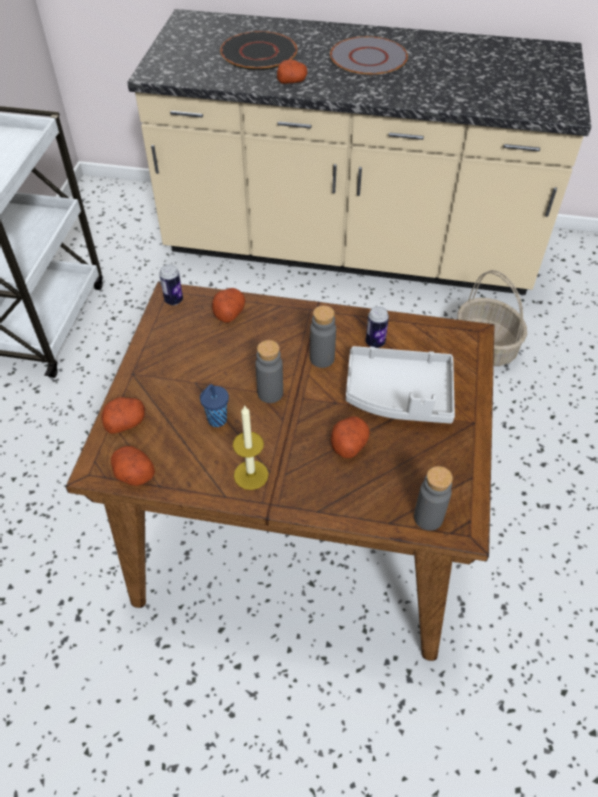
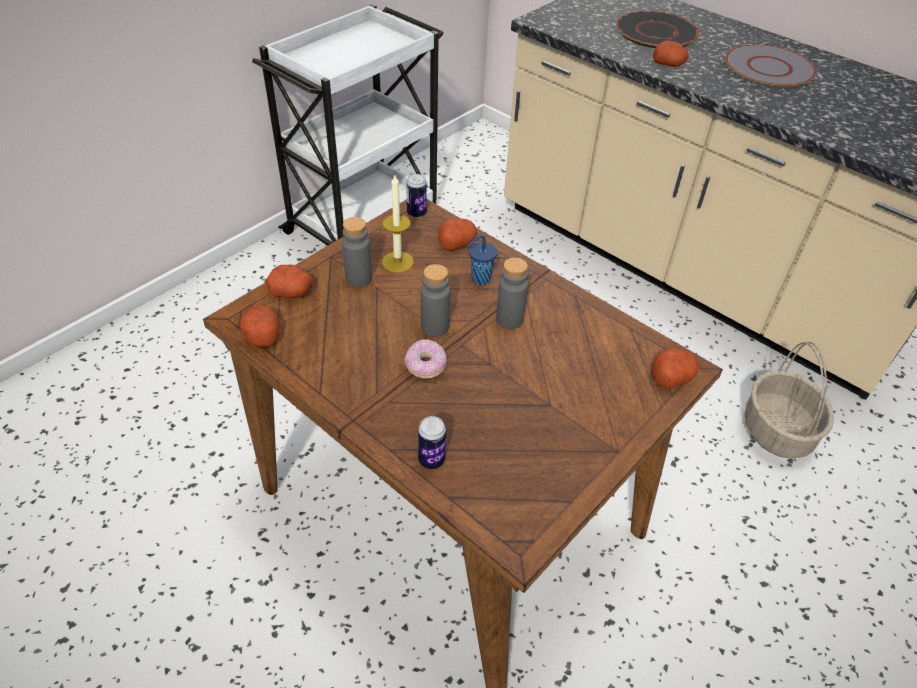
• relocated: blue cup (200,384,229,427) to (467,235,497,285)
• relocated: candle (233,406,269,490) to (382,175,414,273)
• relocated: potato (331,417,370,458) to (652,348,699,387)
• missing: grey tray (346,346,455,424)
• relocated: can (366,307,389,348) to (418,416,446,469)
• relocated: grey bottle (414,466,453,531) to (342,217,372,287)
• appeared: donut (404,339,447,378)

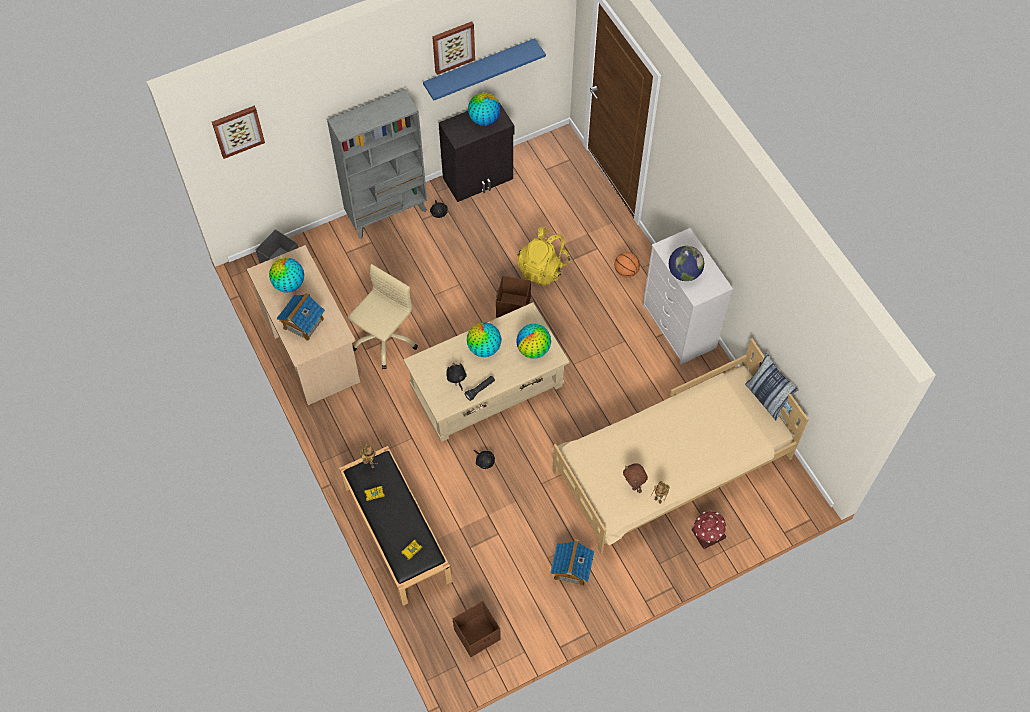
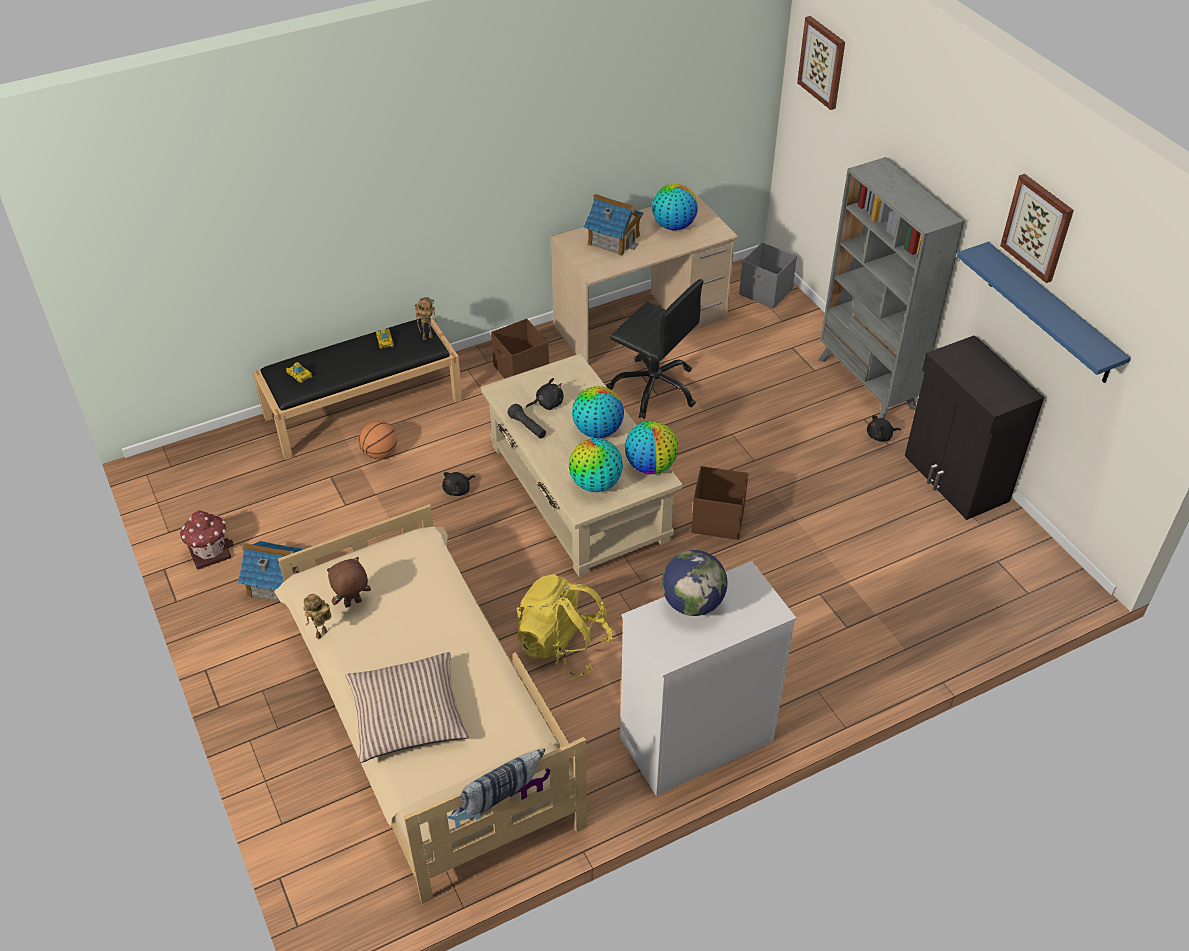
• colour: beige office chair (347,264,418,369) to black office chair (606,279,703,419)
• relocated: brown storage box (453,601,501,657) to (491,319,549,379)
• relocated: globe (468,93,500,126) to (625,421,678,474)
• relocated: yellow backpack (517,226,570,286) to (517,574,613,677)
• relocated: basketball (614,252,640,278) to (358,421,397,459)
• relocated: toy house (692,511,727,549) to (180,510,234,570)
• appeared: pillow (346,652,469,763)

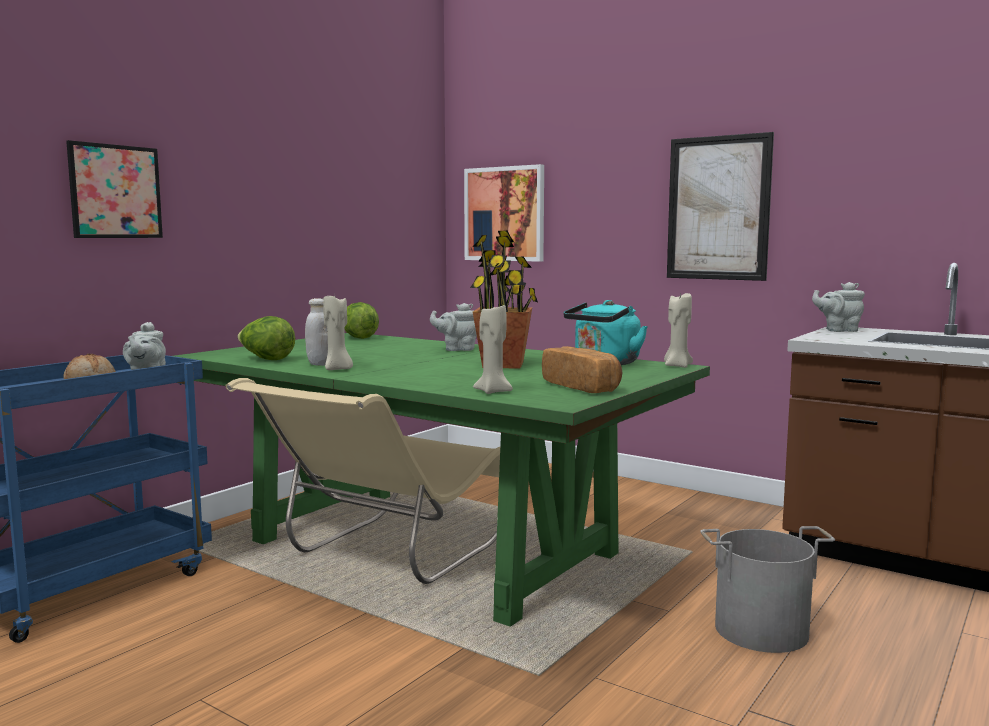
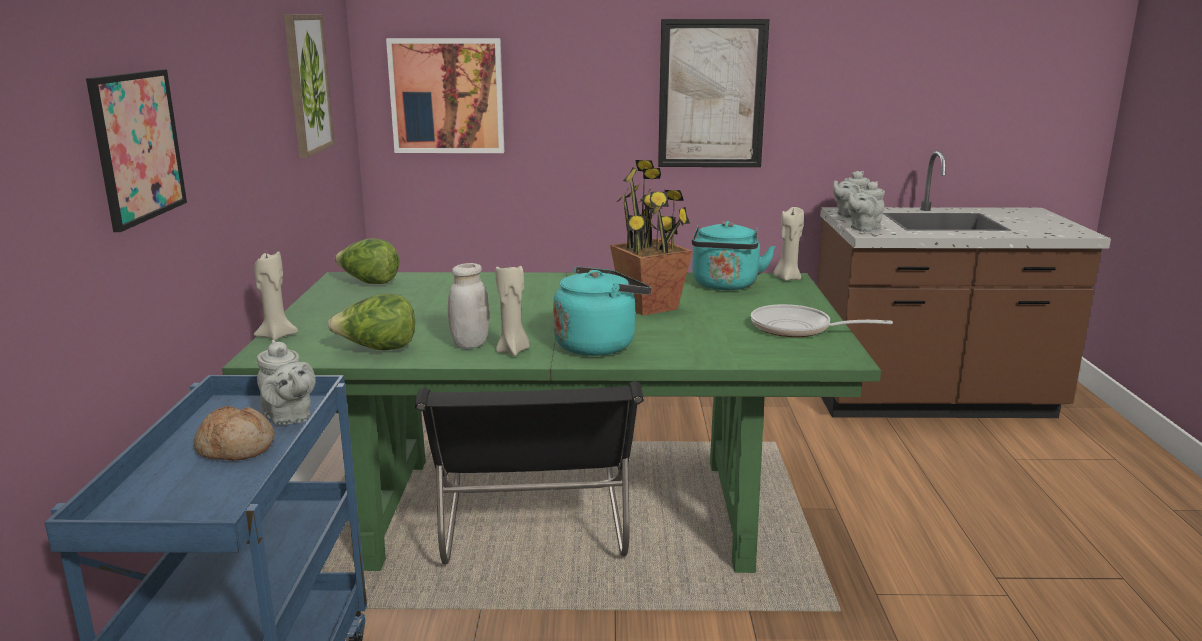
• colour: beige chair (225,378,500,584) to black chair (415,381,644,565)
• relocated: grey teapot (430,303,477,351) to (848,181,885,232)
• relocated: beige candle (473,305,513,394) to (254,251,298,341)
• exchanged: bread (542,346,623,393) to frying pan (751,304,893,337)
• missing: grey bucket (700,526,835,653)
• appeared: picture (284,14,335,158)
• appeared: turquoise kettle (553,267,652,356)

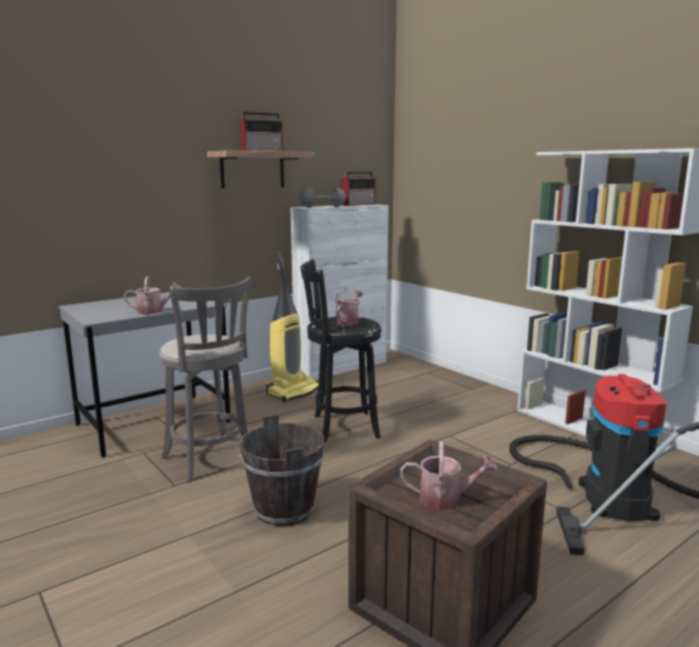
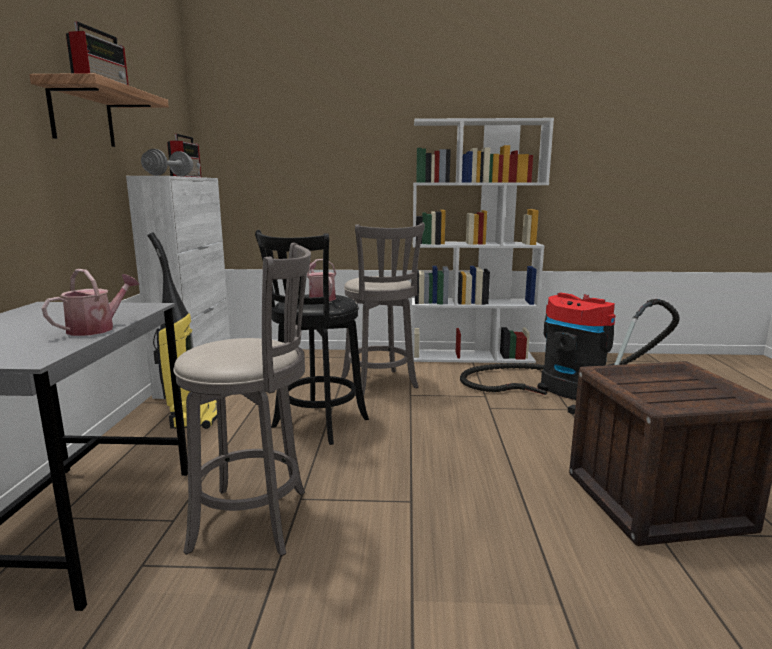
• missing: brown bucket (239,414,324,526)
• missing: watering can (400,441,498,510)
• appeared: grey stool (341,222,425,396)

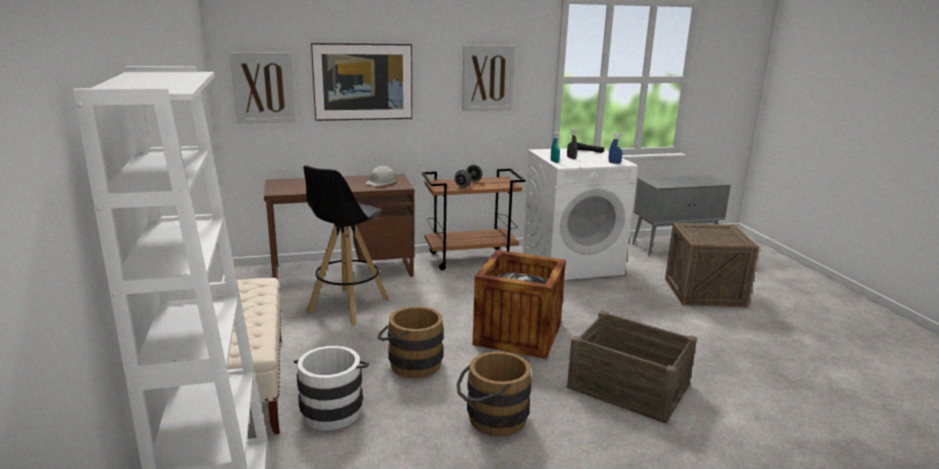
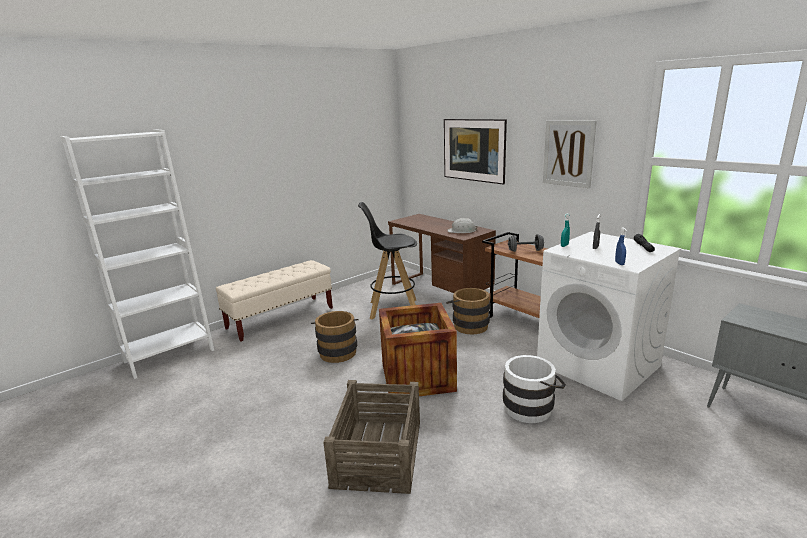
• missing: picture (230,52,296,123)
• relocated: white bucket (294,346,369,430) to (503,355,566,423)
• relocated: brown bucket (457,351,531,437) to (446,288,490,335)
• missing: crate (665,223,759,307)

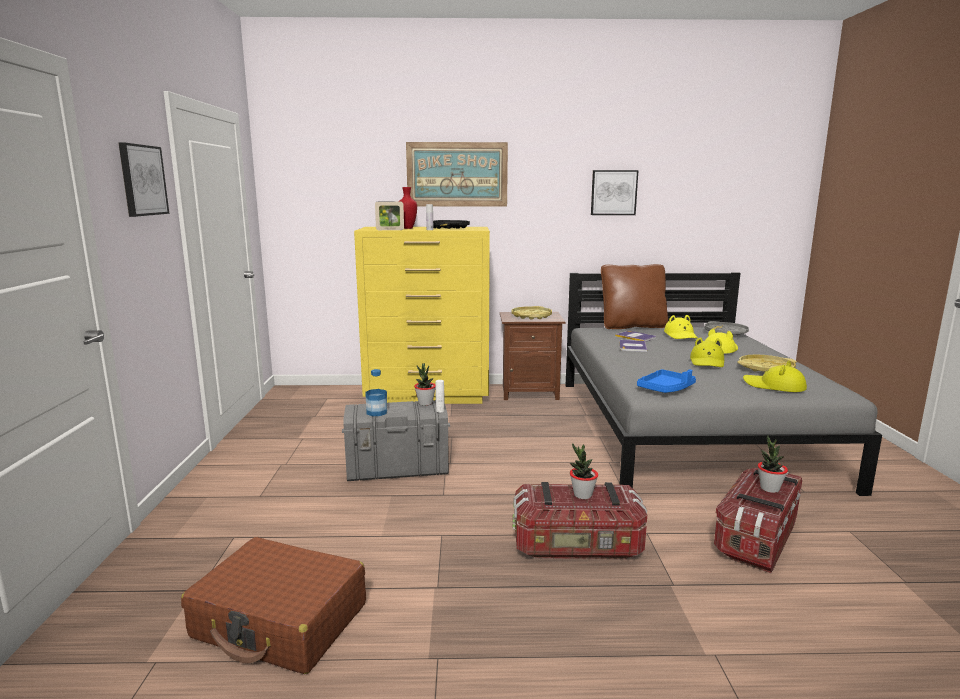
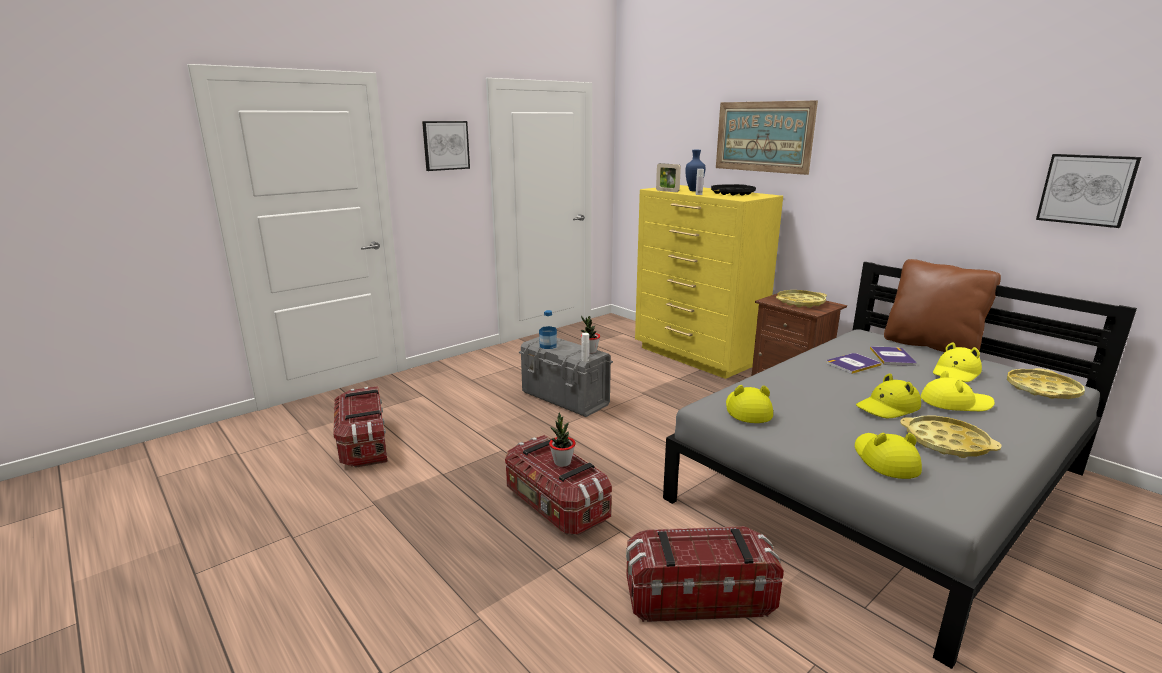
• exchanged: brown suitcase (181,537,366,674) to storage box (333,386,388,468)
• colour: red vase (398,187,417,229) to blue vase (685,150,705,191)
• relocated: picture (591,170,638,215) to (1036,154,1141,228)
• exchanged: blue tray (637,369,696,393) to yellow hat (726,385,773,423)
• colour: grey tray (704,321,749,335) to yellow tray (1007,368,1085,399)
• missing: potted plant (758,435,788,493)

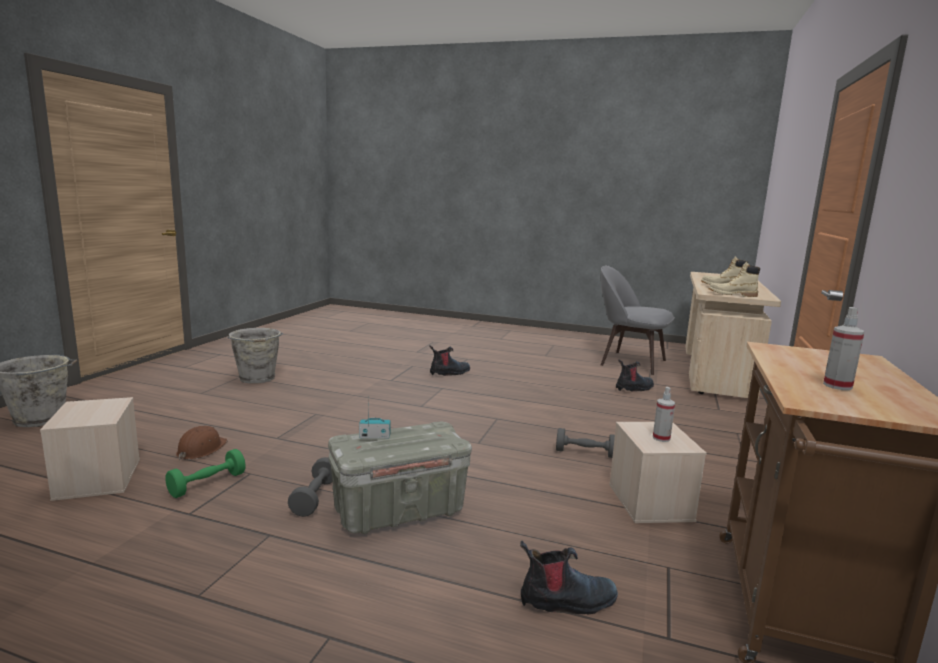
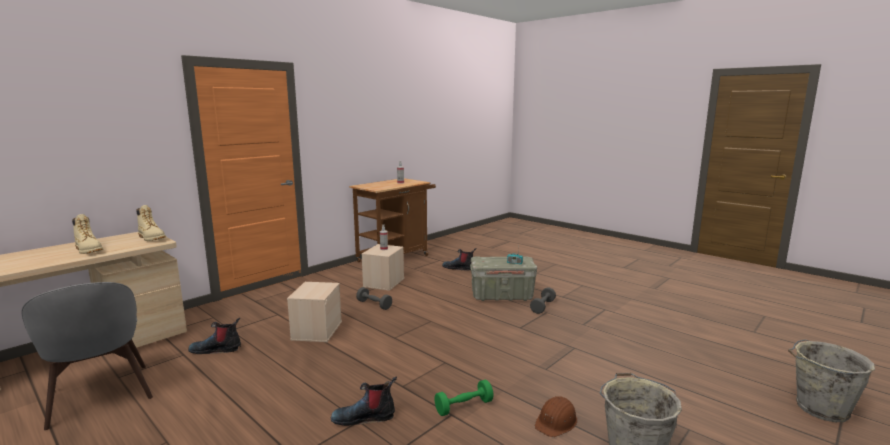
• relocated: beige storage box (40,397,140,501) to (287,282,342,342)
• relocated: green dumbbell (165,449,246,498) to (434,380,494,416)
• relocated: brown hard hat (176,426,228,460) to (534,396,577,437)

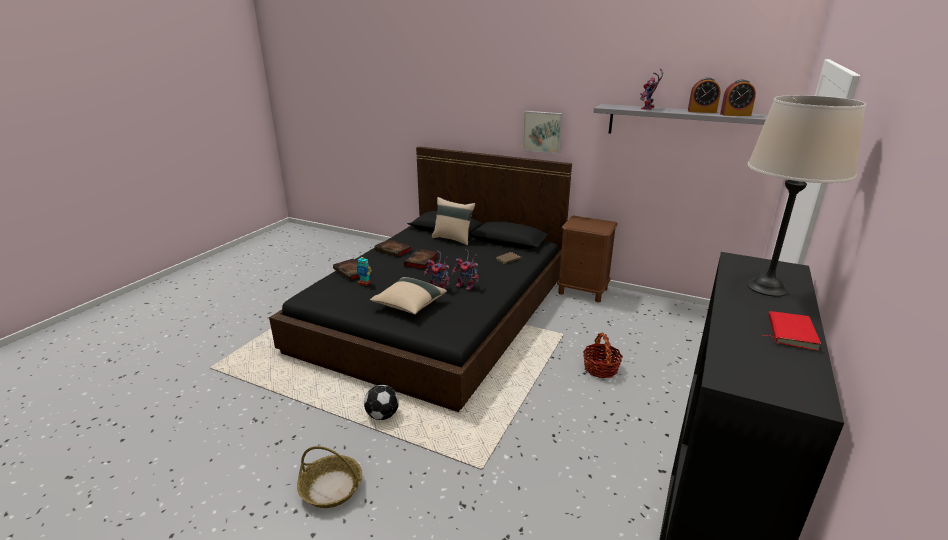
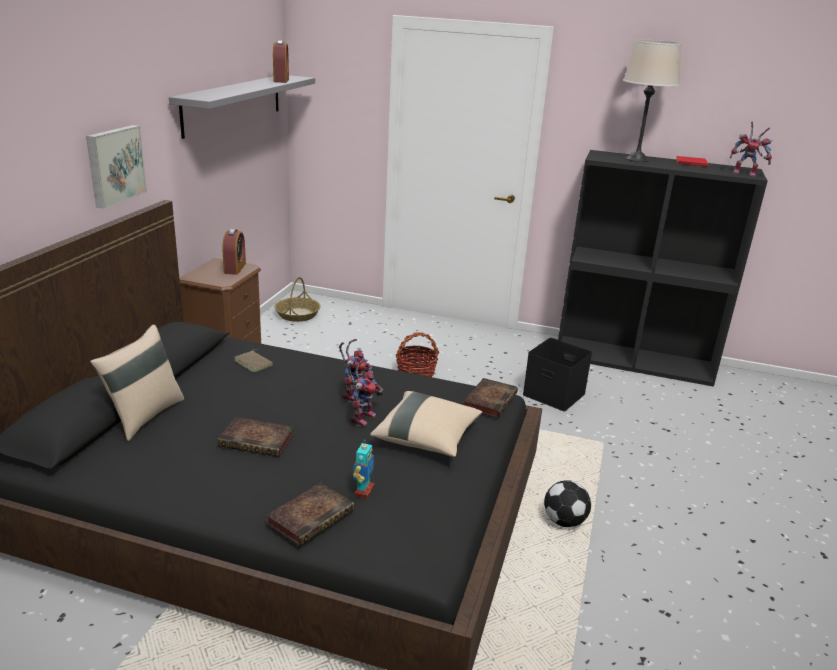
• relocated: basket (297,446,362,508) to (274,277,321,322)
• relocated: book (375,239,412,257) to (463,378,518,418)
• relocated: toy robot (640,69,663,110) to (730,122,772,176)
• relocated: alarm clock (688,77,721,113) to (222,229,246,275)
• appeared: black storage box (523,338,592,411)

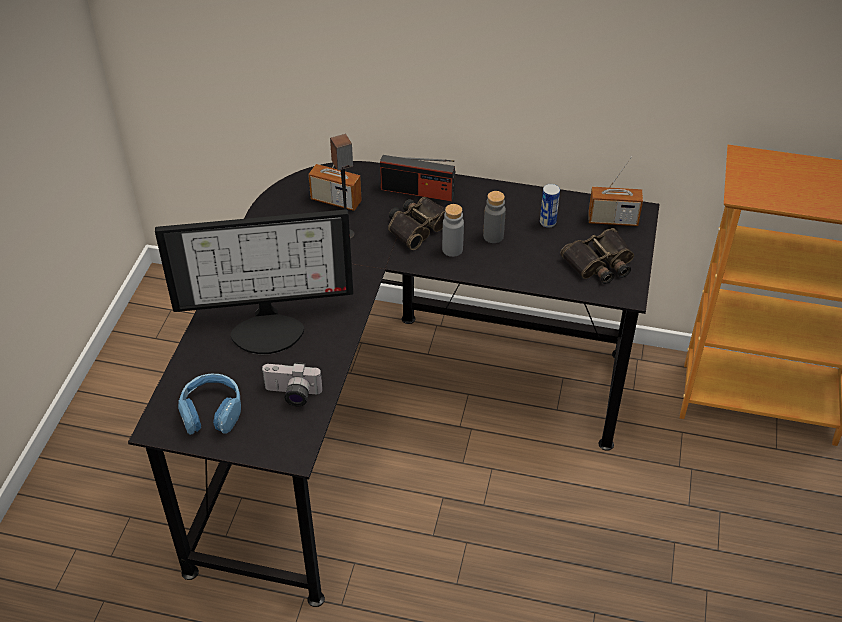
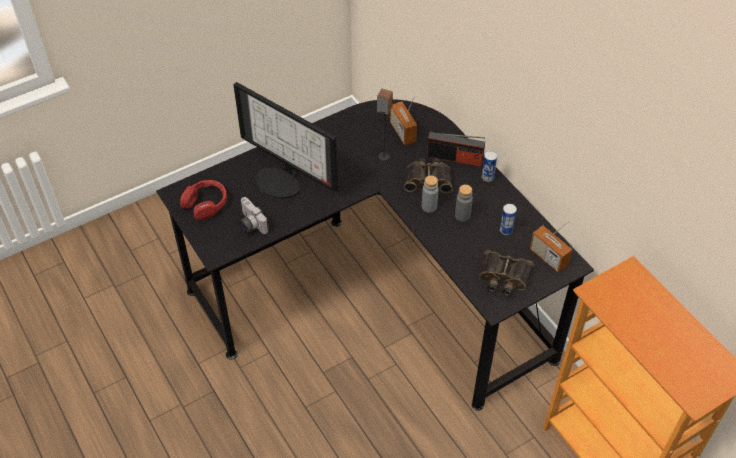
• colour: blue headphones (178,374,241,435) to red headphones (180,180,227,220)
• spun: radio (380,155,455,202) = (427,132,485,167) 45 degrees counterclockwise
• appeared: can (482,151,497,182)

